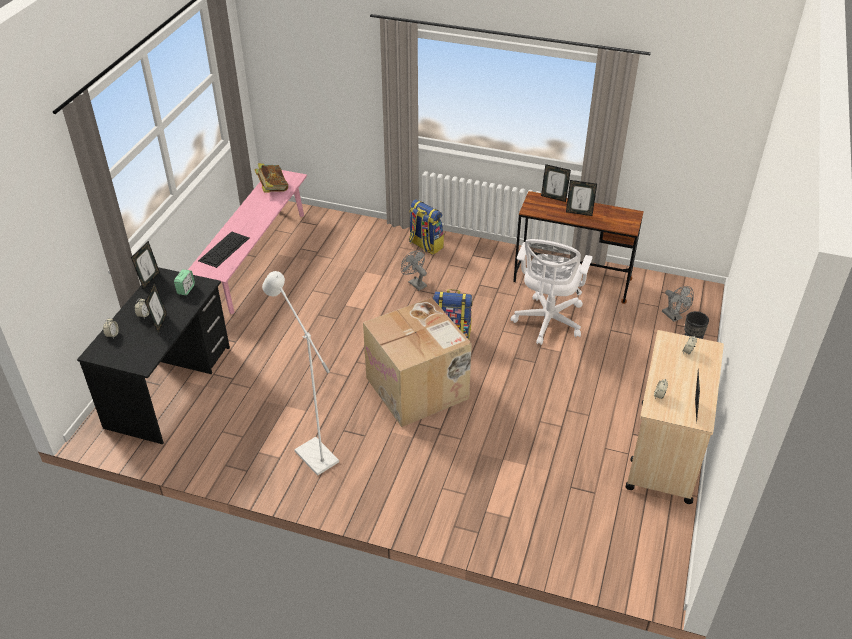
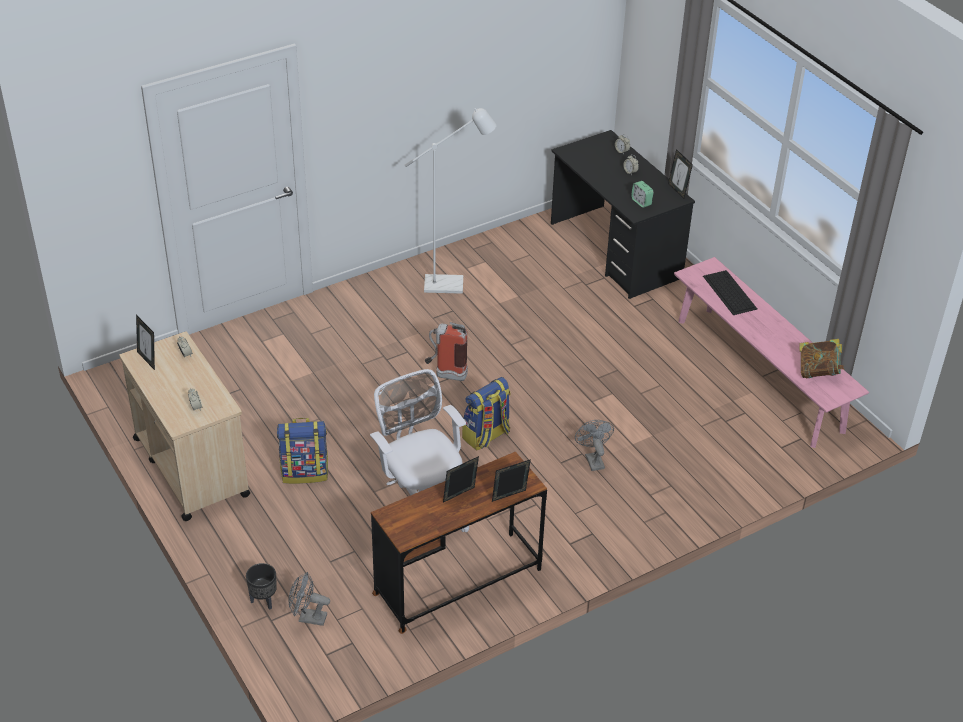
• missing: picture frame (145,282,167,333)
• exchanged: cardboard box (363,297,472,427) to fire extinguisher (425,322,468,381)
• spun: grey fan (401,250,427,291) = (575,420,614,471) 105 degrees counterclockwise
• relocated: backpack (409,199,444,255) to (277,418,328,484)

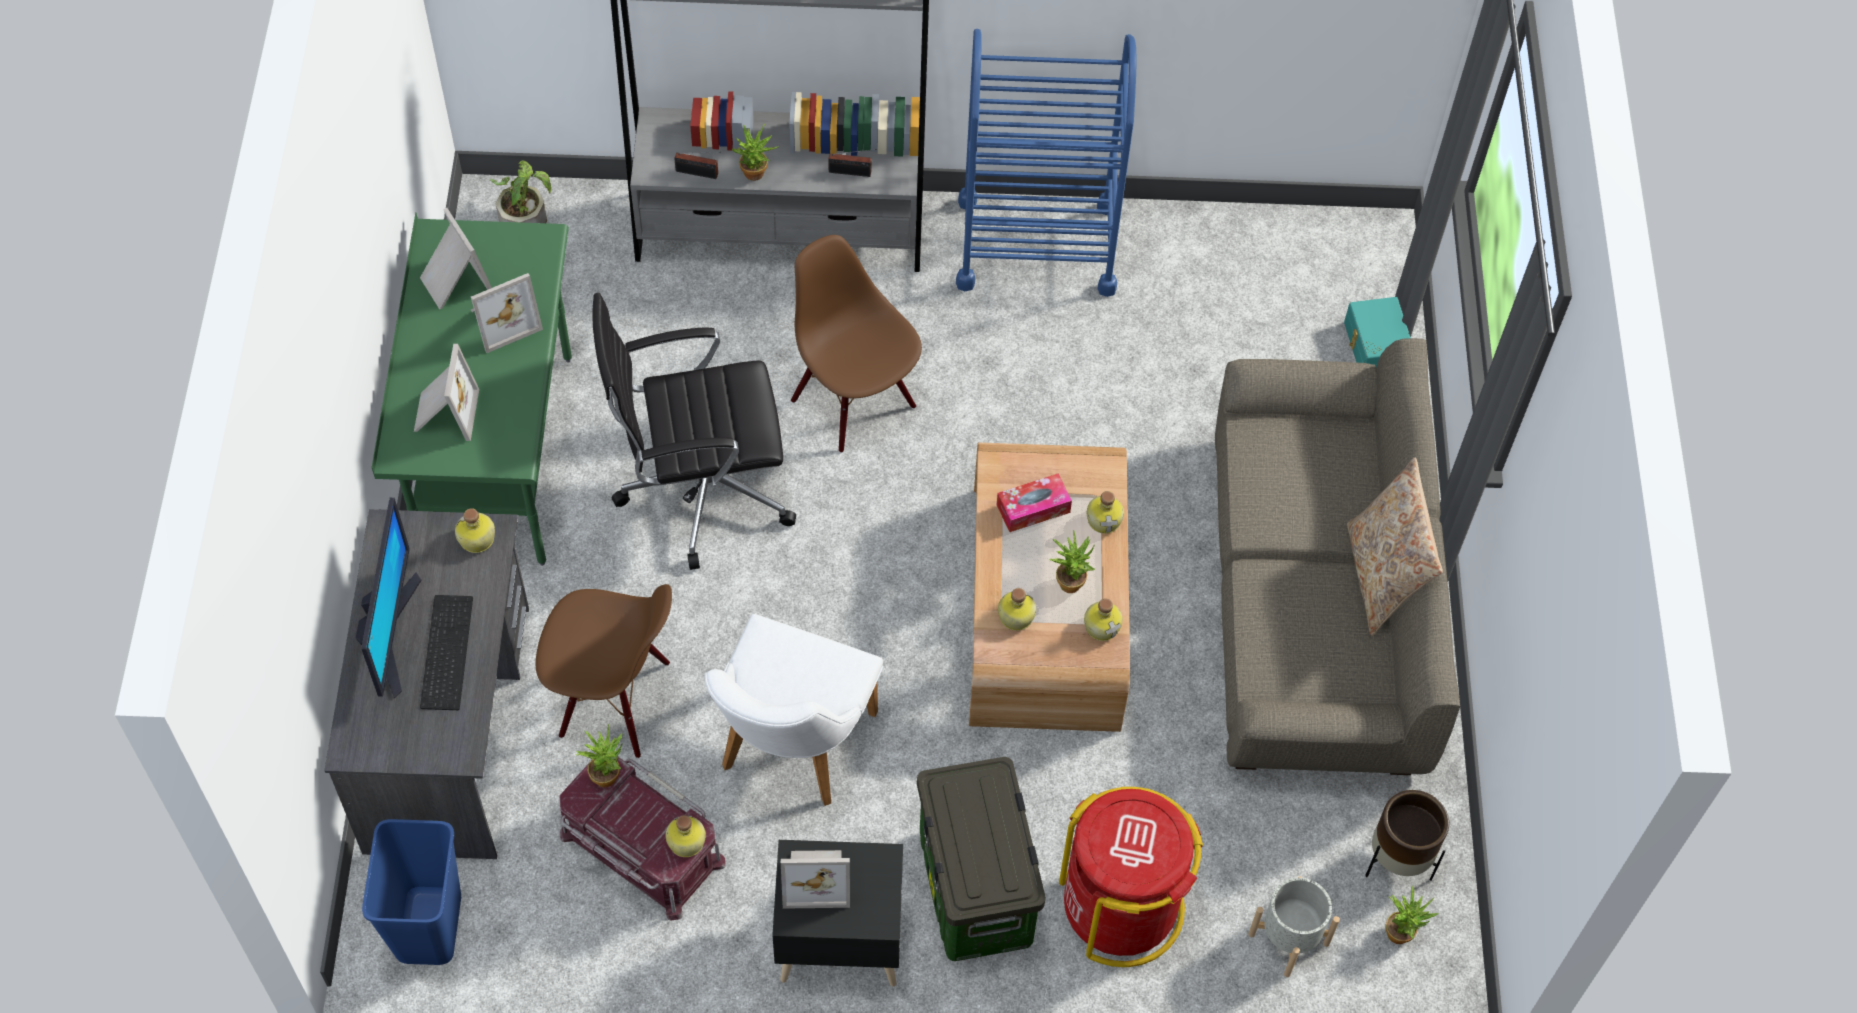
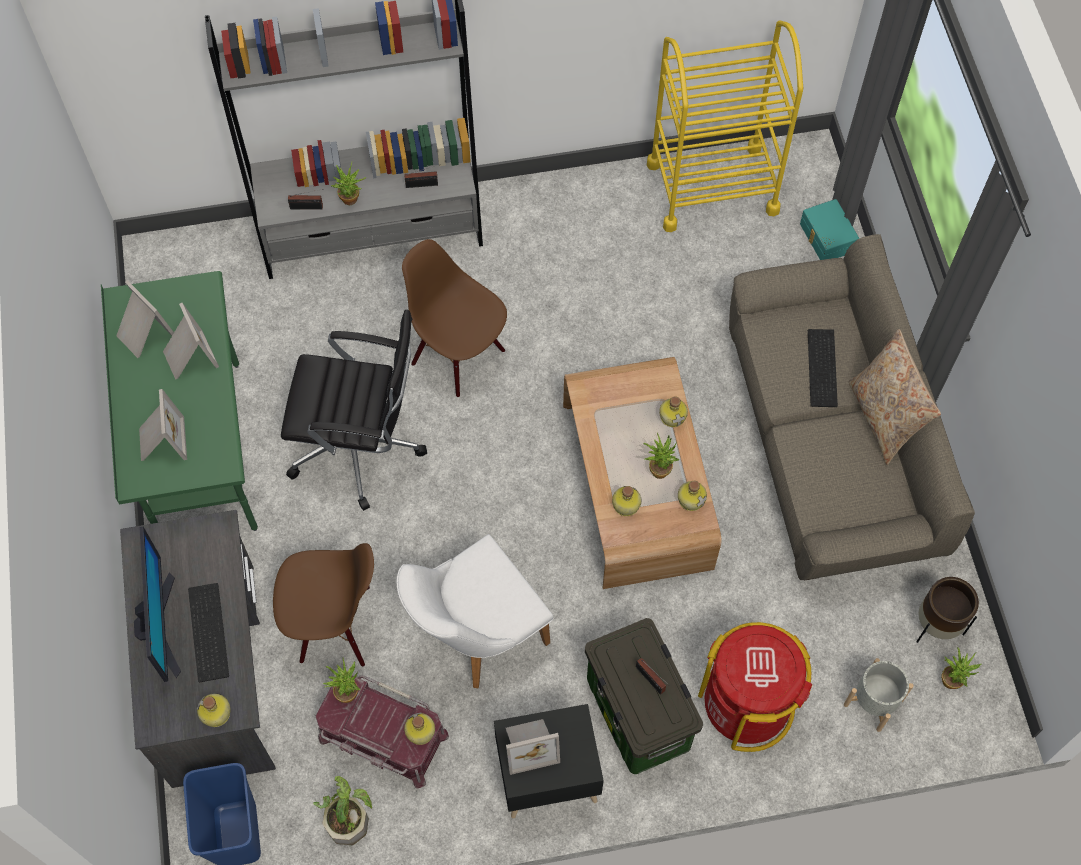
• relocated: bottle (455,508,495,553) to (196,694,230,727)
• spun: picture frame (471,273,543,353) = (163,303,219,380) 75 degrees counterclockwise
• relocated: potted plant (490,161,551,223) to (313,776,372,845)
• spun: black office chair (592,293,796,570) = (281,310,427,511) 150 degrees counterclockwise
• spun: white chair (705,614,883,806) = (396,534,553,689) 45 degrees clockwise
• missing: blue cart (956,29,1136,297)
• missing: tissue box (997,473,1072,532)
• appeared: radio (636,658,669,695)
• appeared: yellow cart (647,20,803,232)
• appeared: keyboard (808,329,838,407)

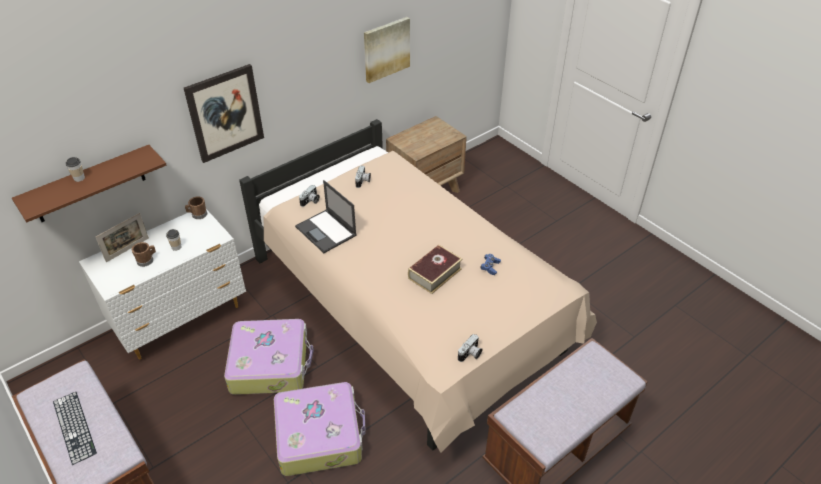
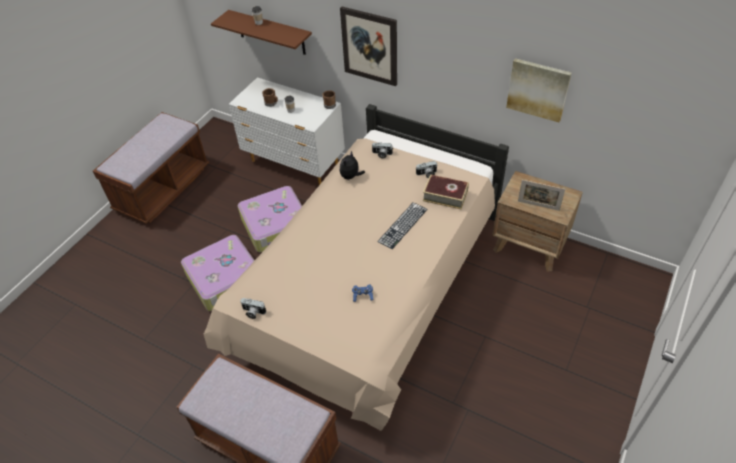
• relocated: keyboard (53,392,97,465) to (377,202,427,249)
• relocated: picture frame (96,213,149,262) to (518,180,565,211)
• exchanged: laptop (295,180,357,253) to plush toy (340,151,365,180)
• relocated: book (408,245,462,294) to (423,174,469,210)

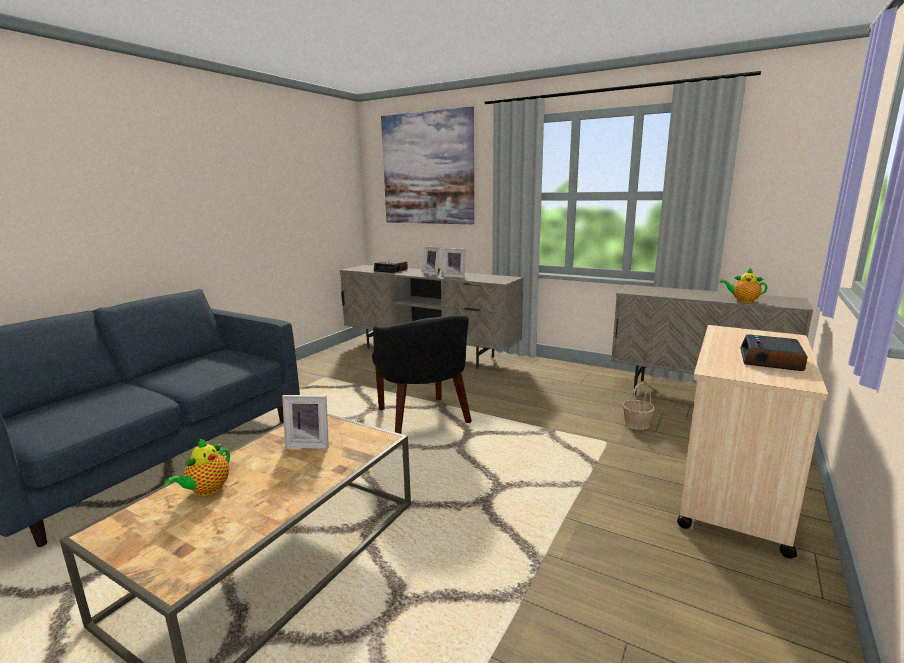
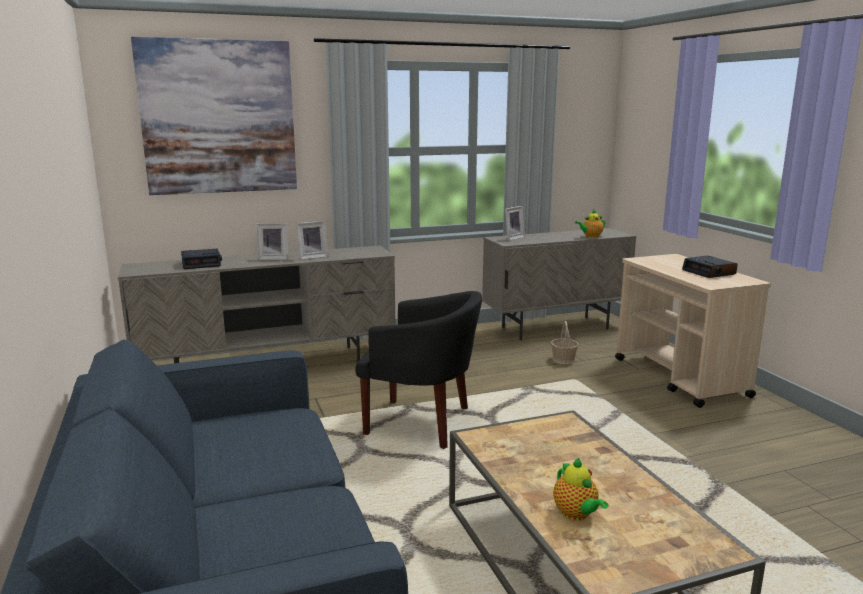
• relocated: picture frame (282,395,329,449) to (505,206,525,241)

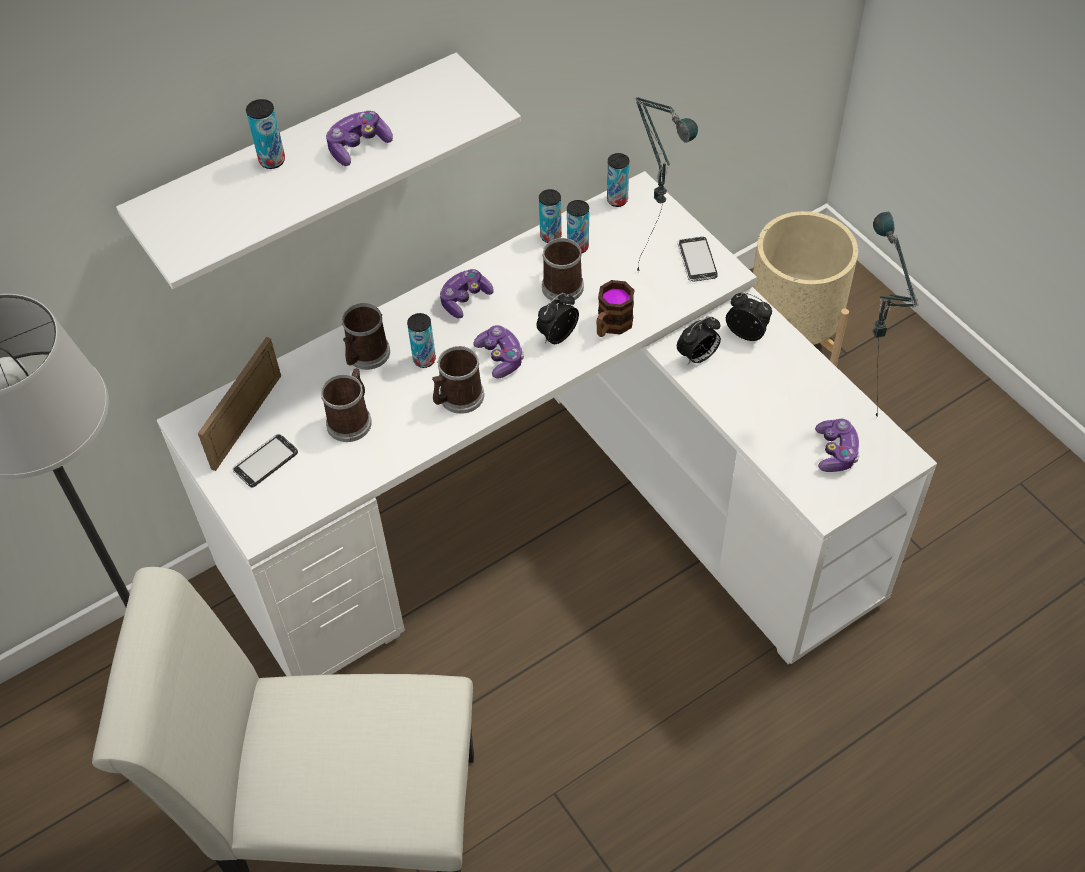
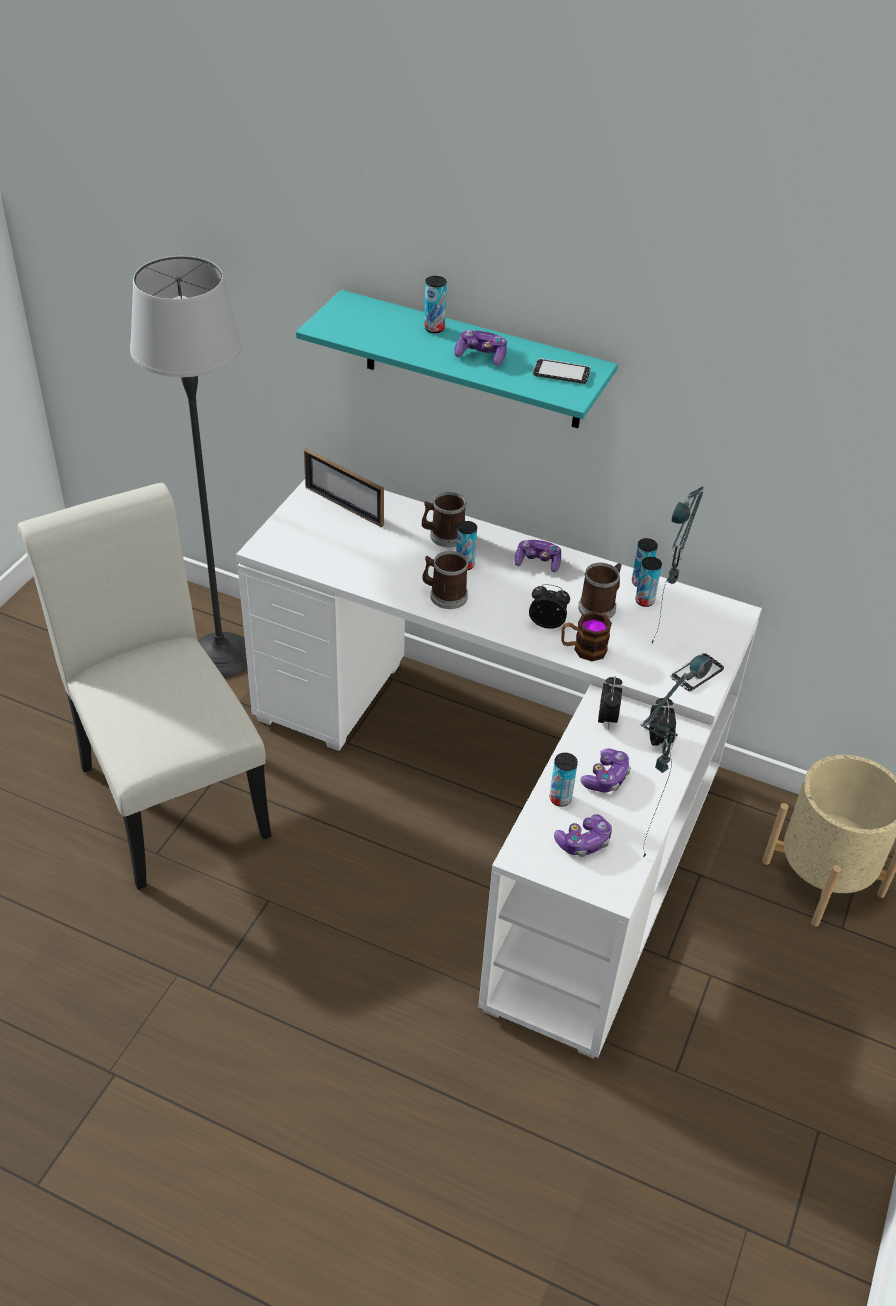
• colour: white shelf (116,53,521,289) to turquoise shelf (296,290,618,428)
• spun: picture frame (198,337,281,471) = (304,448,384,527) 135 degrees counterclockwise
• relocated: phone (232,434,298,488) to (533,358,590,384)
• missing: mug (321,368,372,442)
• relocated: game controller (474,325,524,378) to (581,748,631,793)
• relocated: can (607,153,629,207) to (550,753,578,807)
• spun: alarm clock (677,316,721,365) = (598,676,623,729) 105 degrees counterclockwise

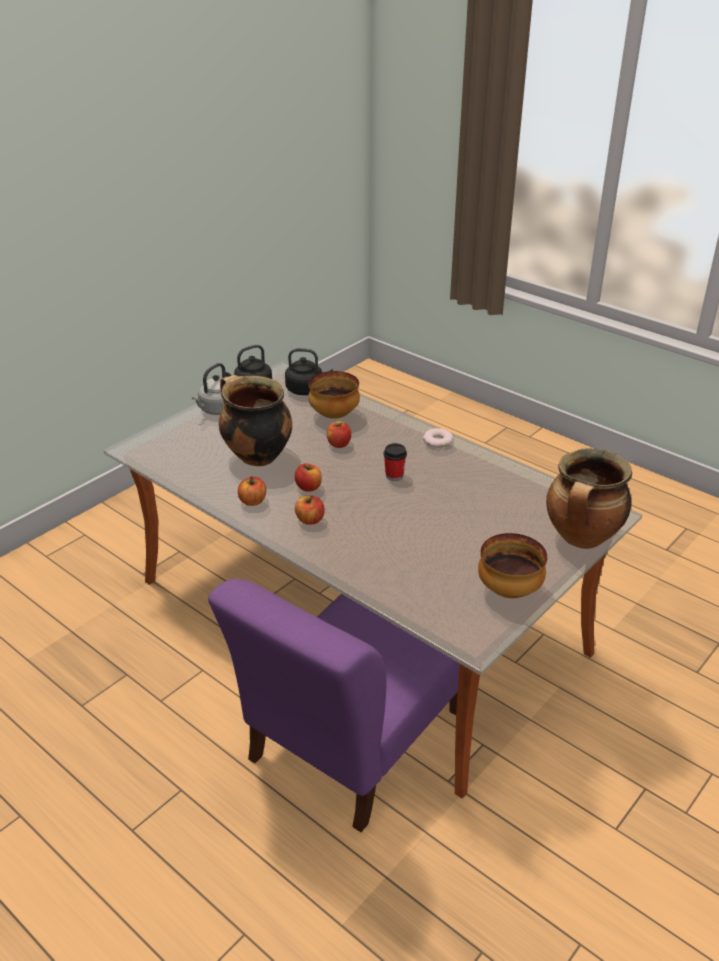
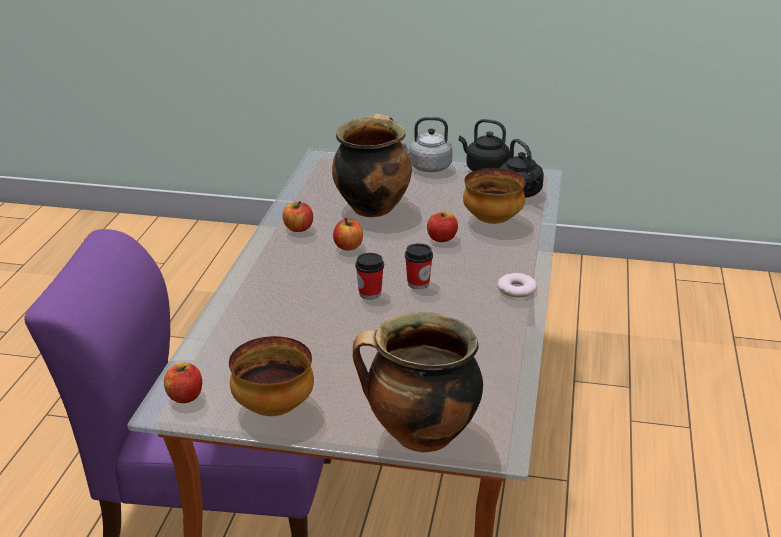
• relocated: apple (295,495,325,525) to (164,362,202,403)
• appeared: cup (355,253,384,300)

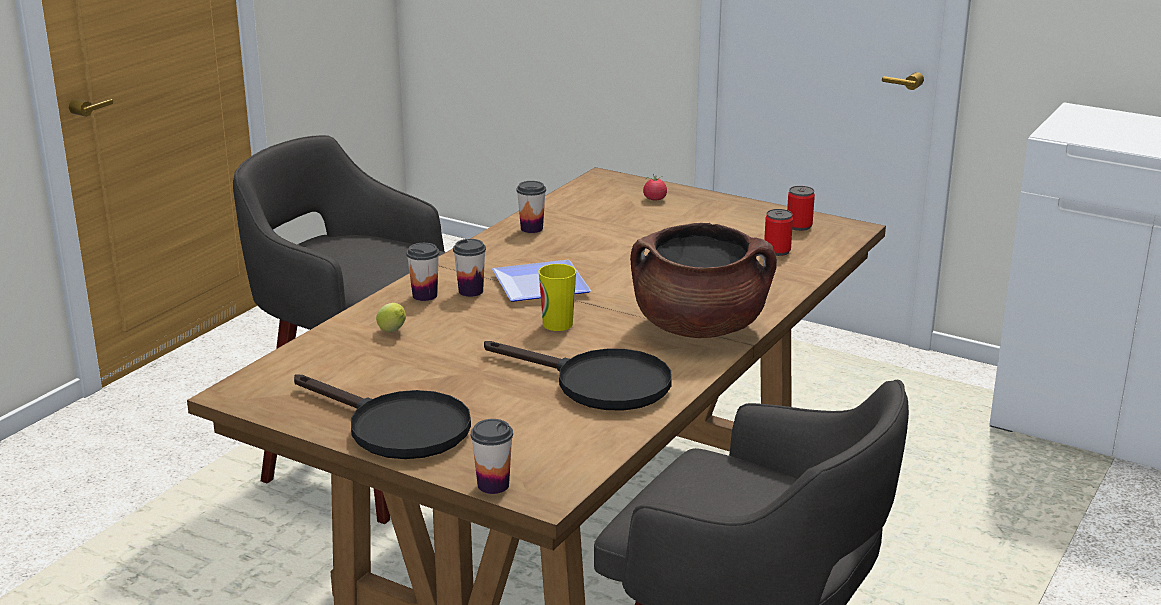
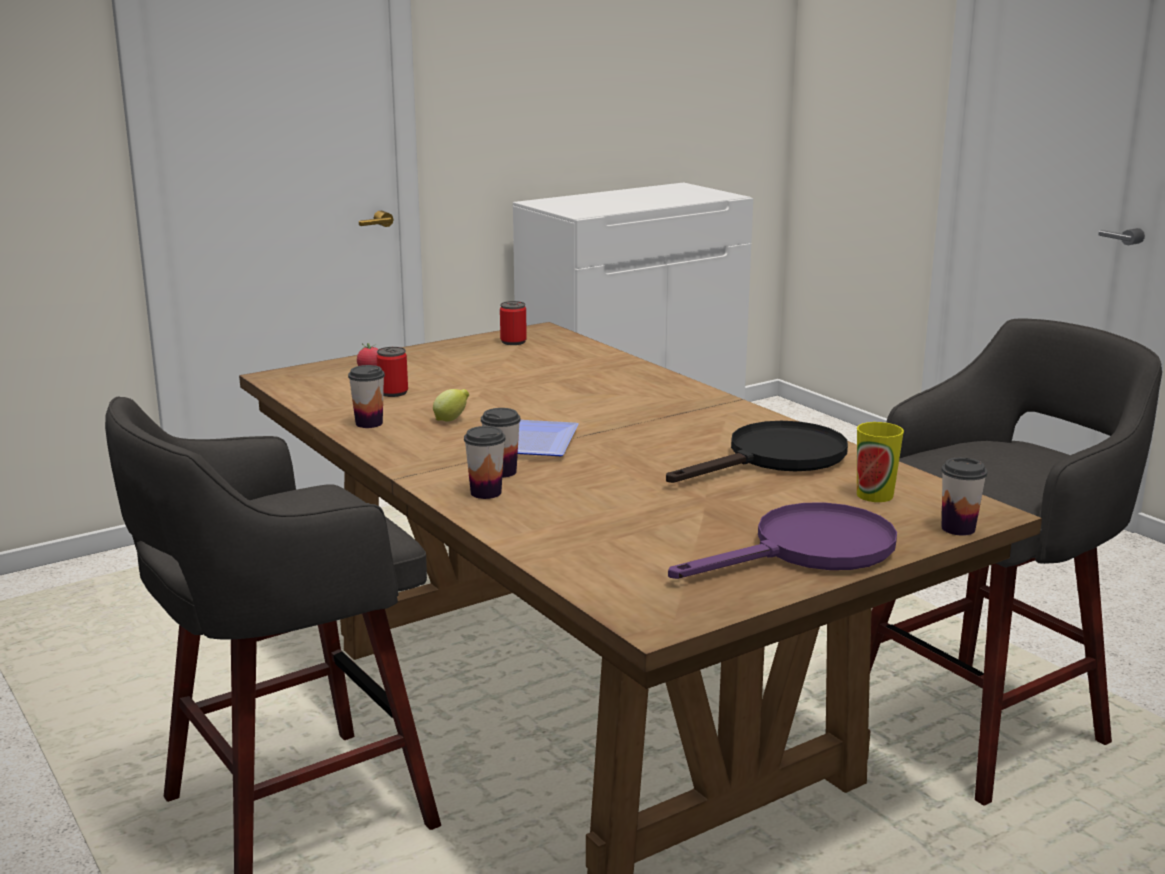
• colour: black frying pan (294,374,471,459) to purple frying pan (668,502,897,579)
• relocated: lemon (376,303,406,332) to (433,389,469,422)
• relocated: cup (538,264,576,331) to (857,422,904,502)
• missing: brown cooking pot (630,223,777,338)
• relocated: can (764,209,793,256) to (377,347,408,397)

